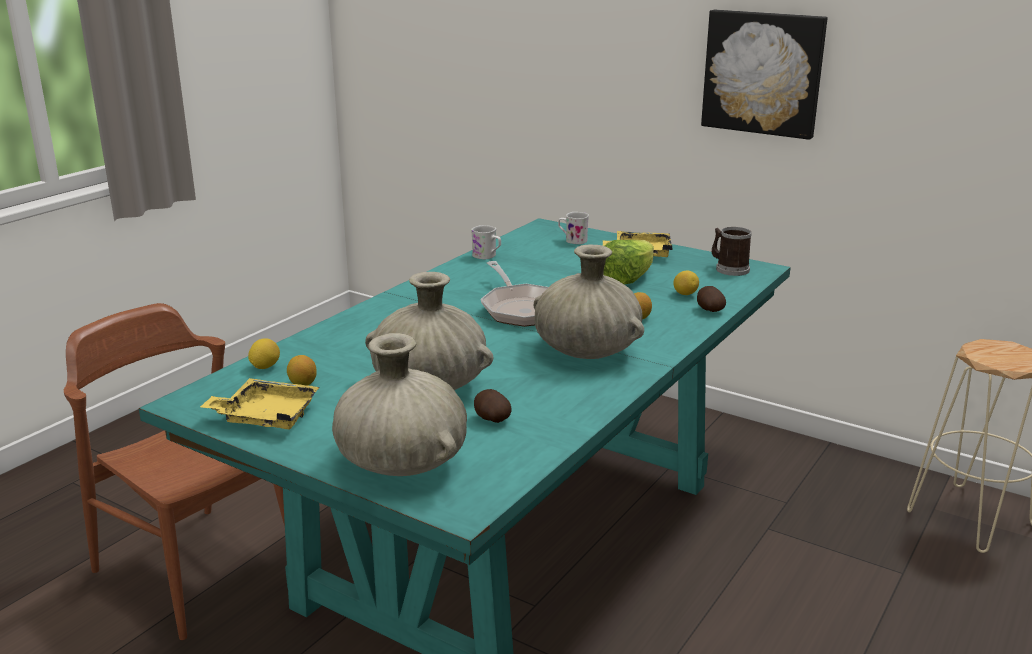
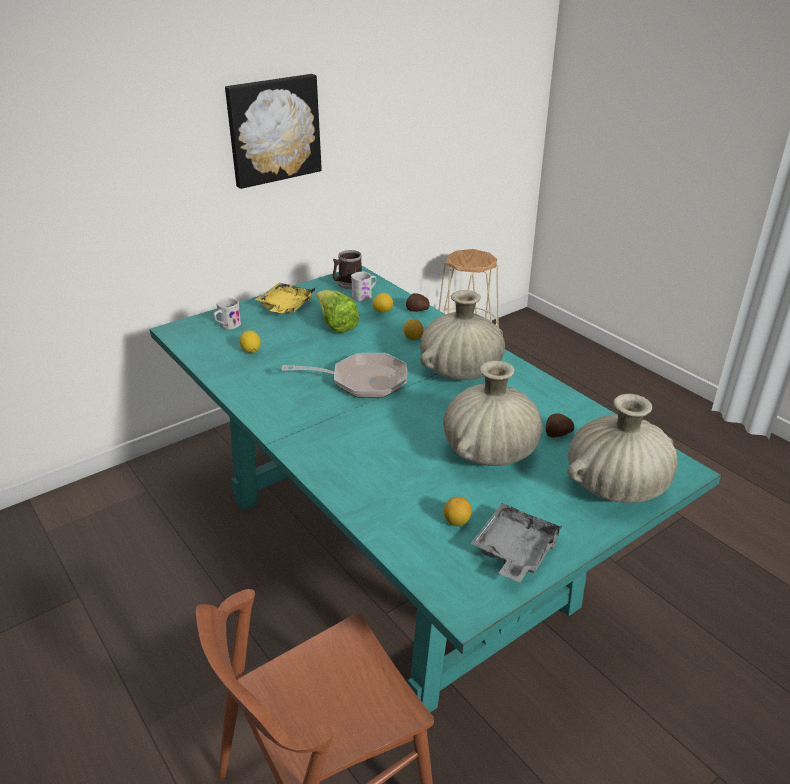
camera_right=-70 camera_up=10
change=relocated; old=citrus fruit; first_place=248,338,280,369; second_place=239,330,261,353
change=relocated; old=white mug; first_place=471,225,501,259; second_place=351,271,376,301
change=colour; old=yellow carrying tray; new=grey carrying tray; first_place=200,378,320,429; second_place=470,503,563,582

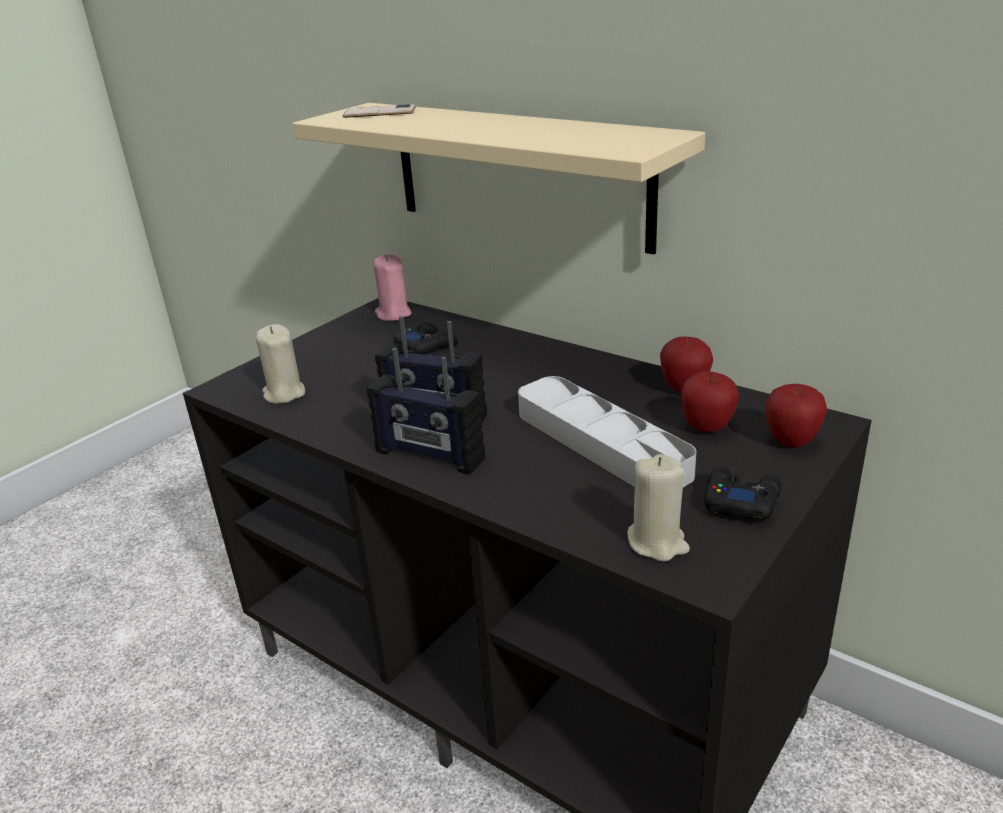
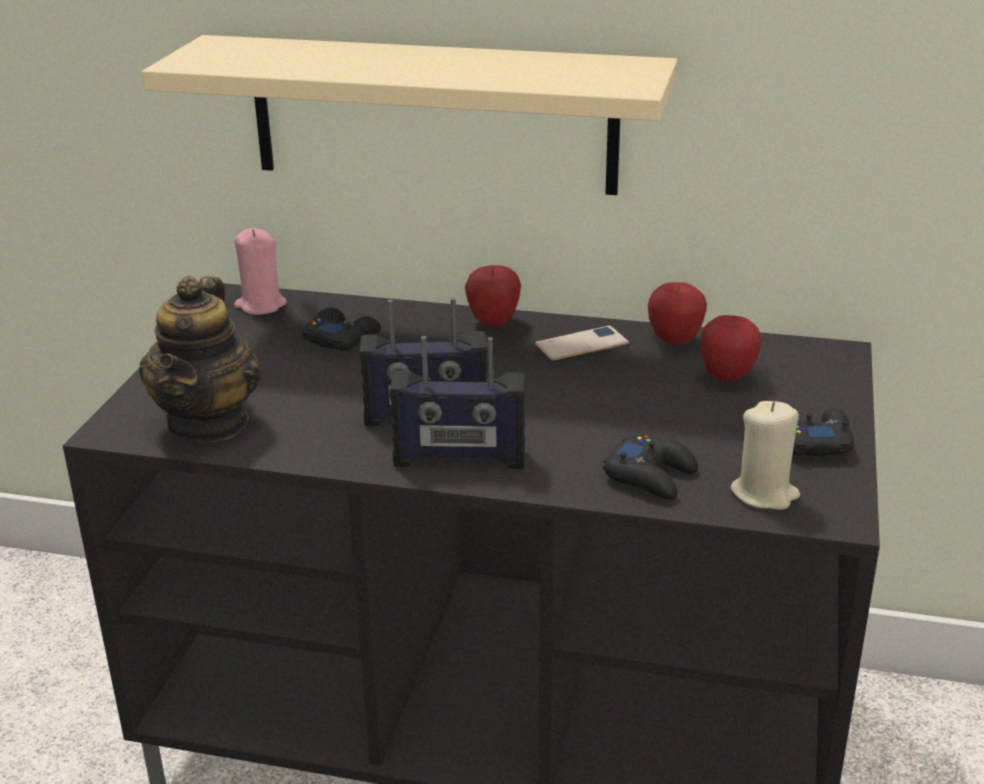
camera_right=-25 camera_up=0
change=exchanged; old=beige wax light; new=tea pot; first_place=256,324,305,404; second_place=139,276,261,442
change=relocated; old=whole apple; first_place=765,384,827,448; second_place=465,265,521,327
change=relocated; old=handset; first_place=343,104,416,118; second_place=535,326,629,361
change=appeared; new=black-coloured joypad; second_place=603,435,698,500
change=missing; old=grey carrying tray; first_place=518,376,696,487

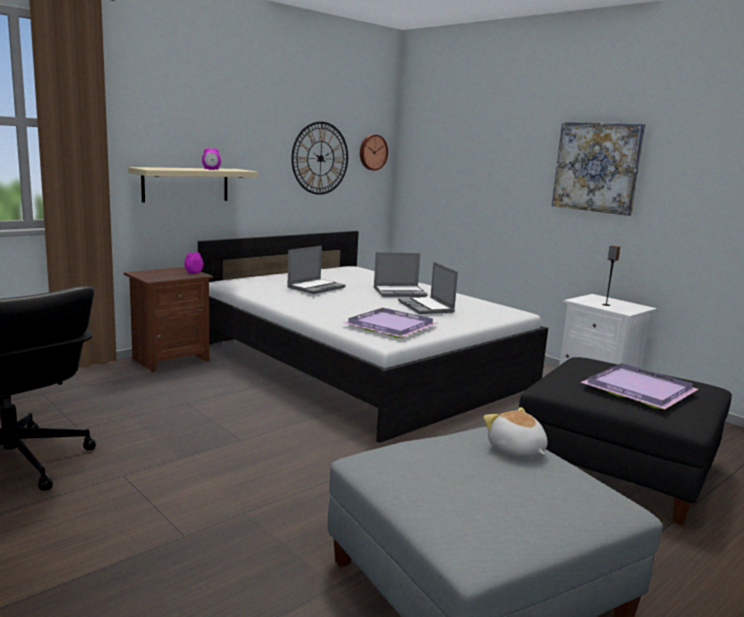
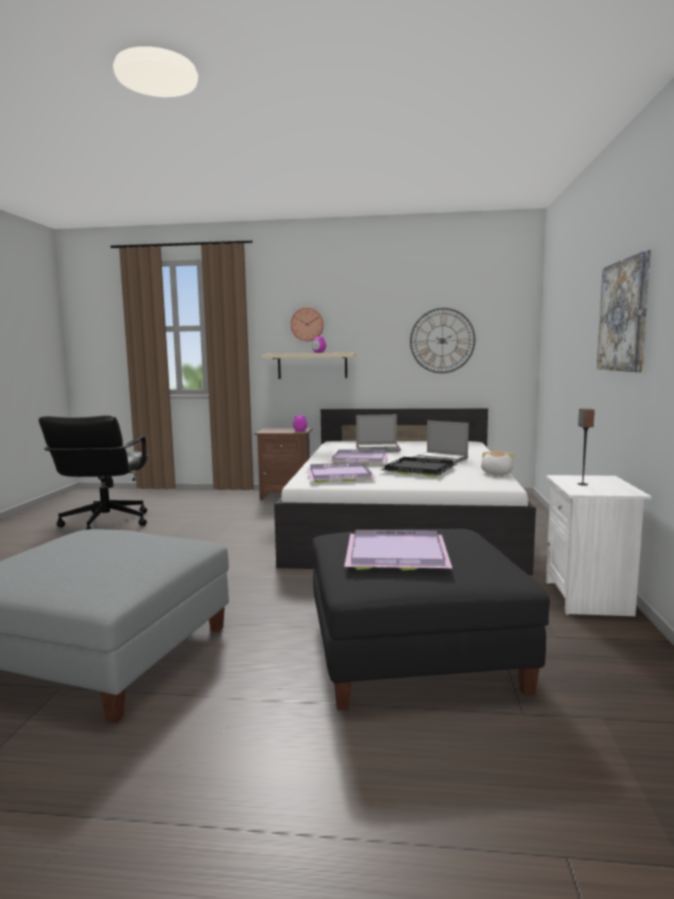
camera_right=50 camera_up=-5
change=relocated; old=clock on the wall; first_place=360,135,388,171; second_place=291,307,324,341
change=appeared; new=purple carrying tray; second_place=328,449,389,464
change=exchanged; old=notebook computer; new=black-coloured carrying tray; first_place=398,262,458,314; second_place=381,457,457,477
change=relocated; old=soft toy; first_place=483,407,548,458; second_place=481,451,514,475

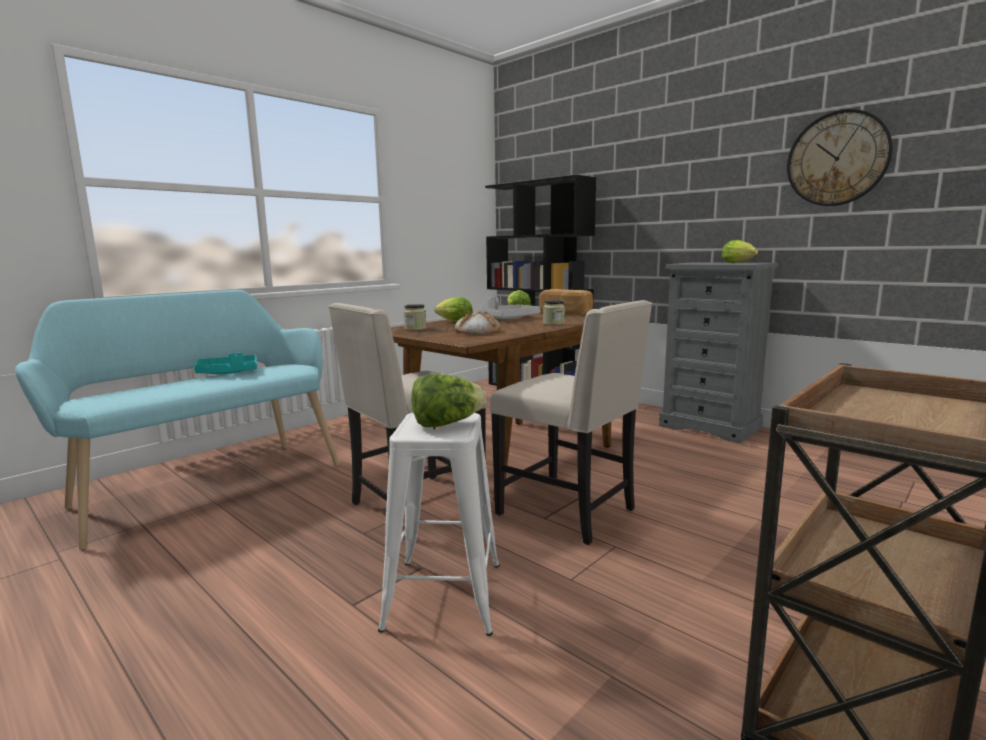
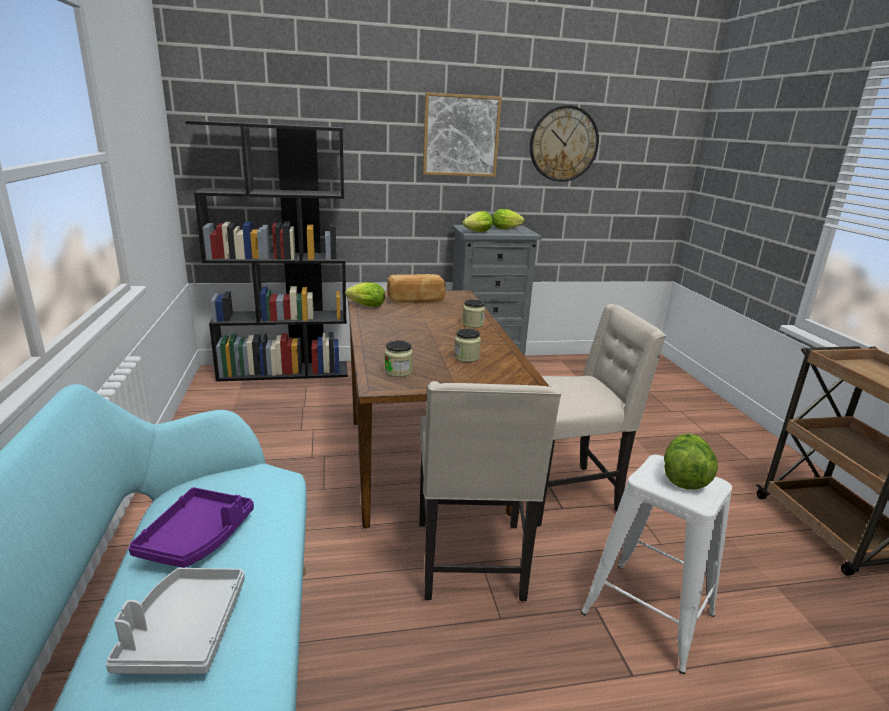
camera_right=-55 camera_up=10
change=relocated; old=grey carrying tray; first_place=479,297,540,319; second_place=106,568,245,674
change=colour; old=turquoise-coloured carrying tray; new=purple carrying tray; first_place=194,352,257,374; second_place=129,487,254,568
change=appeared; new=wall art; second_place=423,92,502,177
change=exchanged; old=bakery bread; new=jar; first_place=455,310,501,334; second_place=454,329,481,362
change=relocated; old=head of lettuce; first_place=434,297,473,322; second_place=462,211,493,232

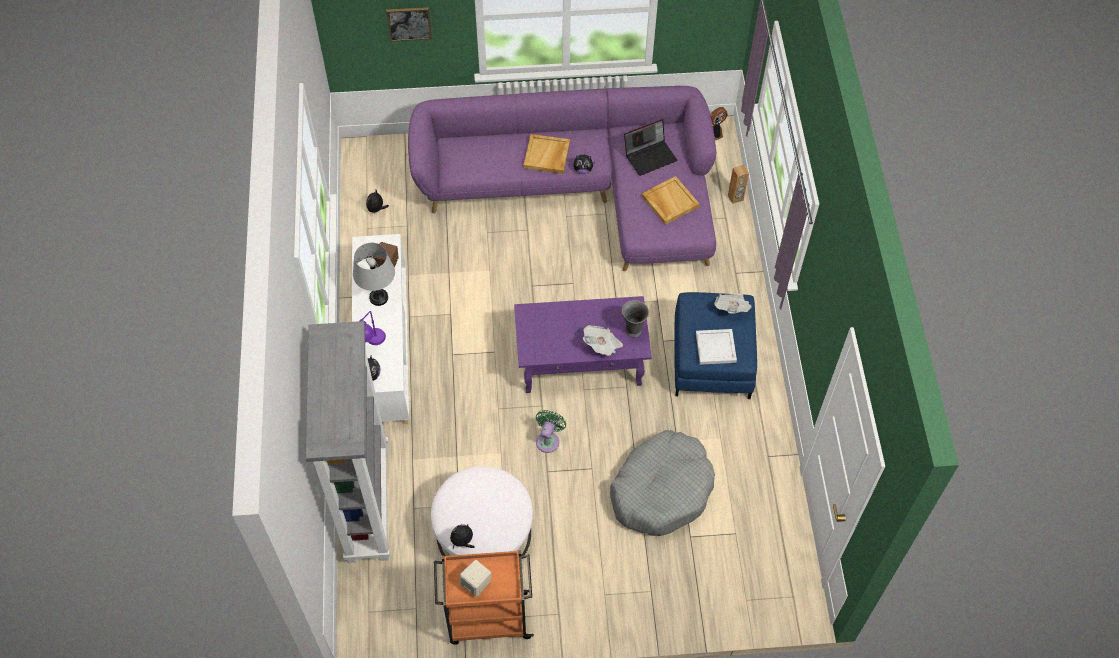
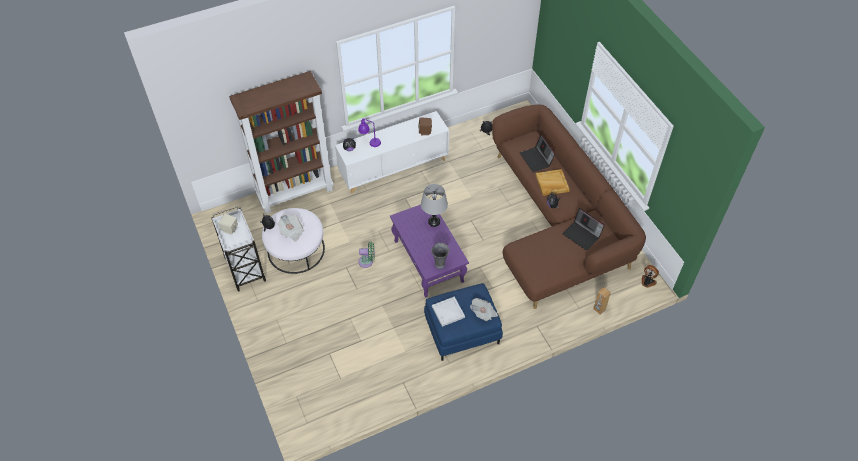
camera_right=70 camera_up=-5
change=colour; old=orangey cart; new=white cart; first_place=434,550,534,645; second_place=211,206,266,292
change=colour; old=grey bookshelf; new=brownish bookshelf; first_place=306,321,390,563; second_place=229,71,334,214
change=relocated; old=daily paper; first_place=583,325,623,356; second_place=277,214,305,241
change=relocated; old=grey tabletop lamp; first_place=353,243,395,306; second_place=421,184,448,227
change=colour; old=purple sofa; new=brownish sofa; first_place=408,86,716,271; second_place=492,104,646,309
change=appeared; new=notebook computer; second_place=520,134,555,172
change=missing; old=wall art; first_place=387,7,432,42
change=missing; old=grey dog cushion; first_place=610,430,715,536
change=missing; old=beige carrying tray; first_place=642,176,699,225

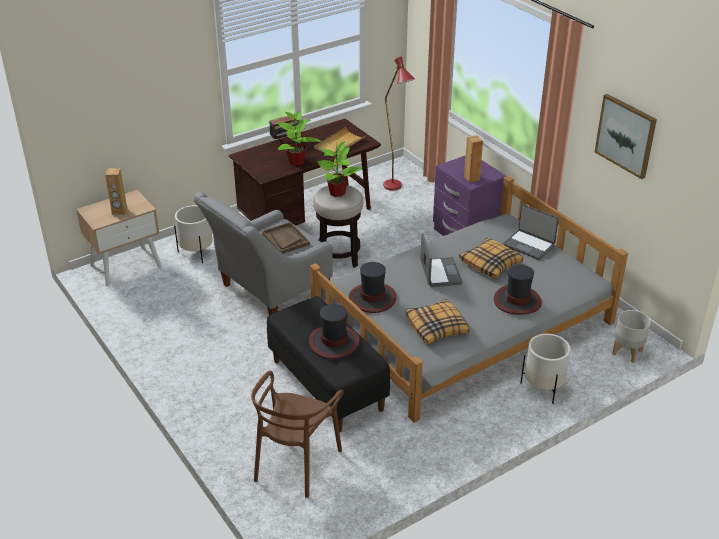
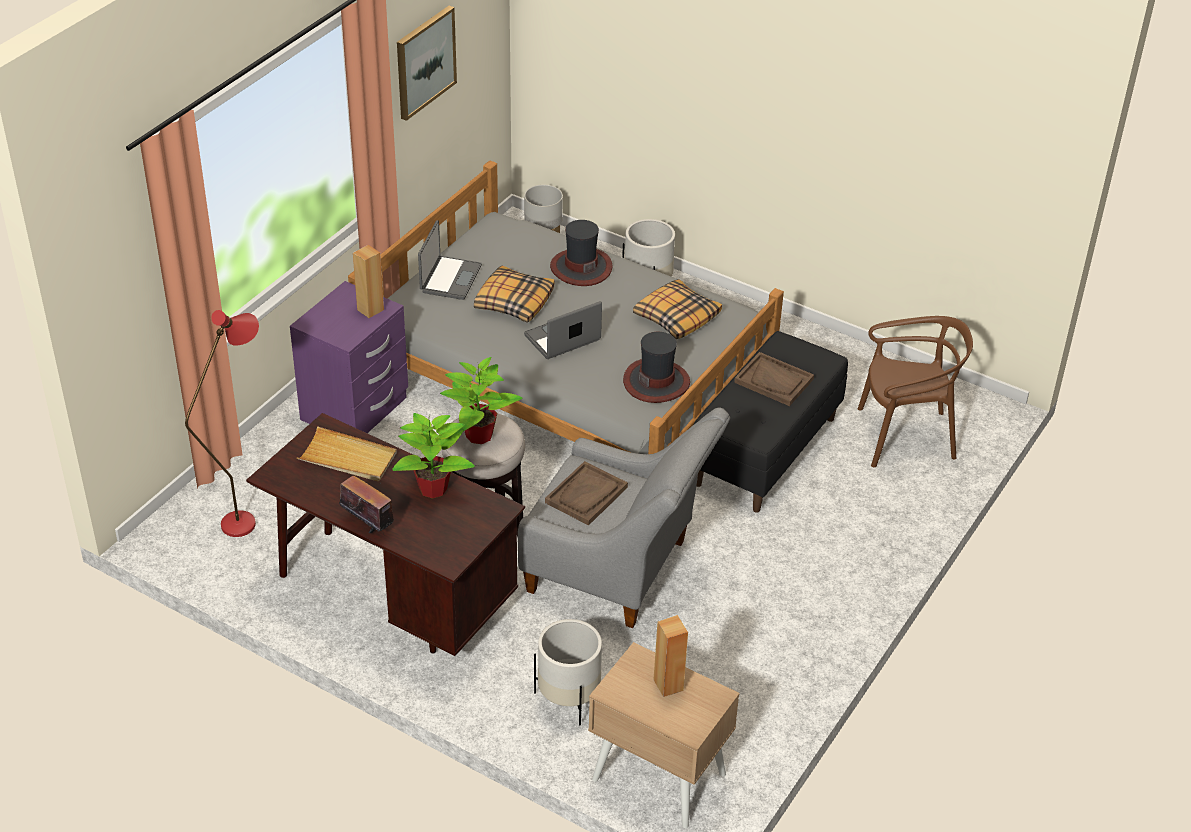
camera_right=-115 camera_up=5
change=exchanged; old=clothing hat; new=brownish carrying tray; first_place=309,304,360,359; second_place=734,352,814,406

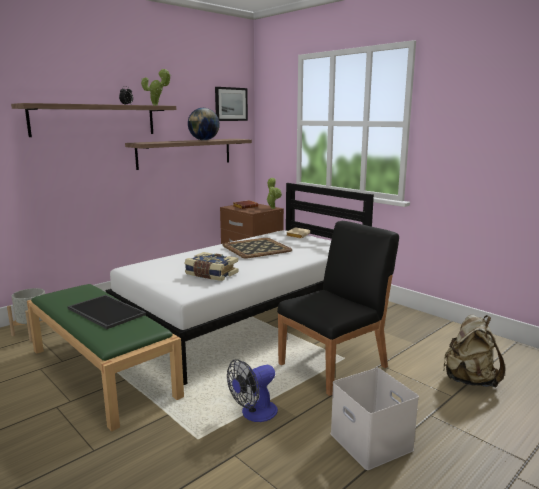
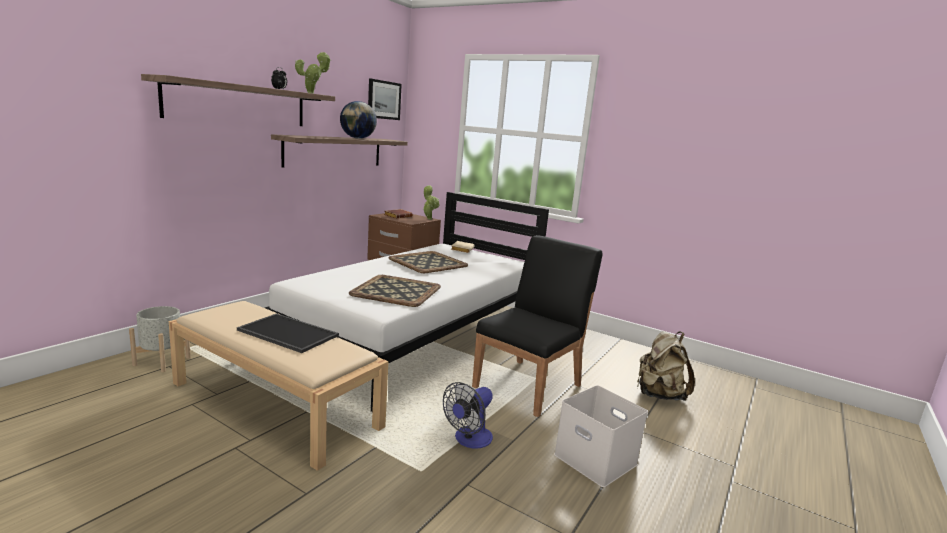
camera_right=-15 camera_up=0
change=colour; old=greenish long seat; new=beige long seat; first_place=27,284,184,432; second_place=169,301,389,471
change=exchanged; old=book; new=carrying tray; first_place=184,252,239,281; second_place=349,275,441,307

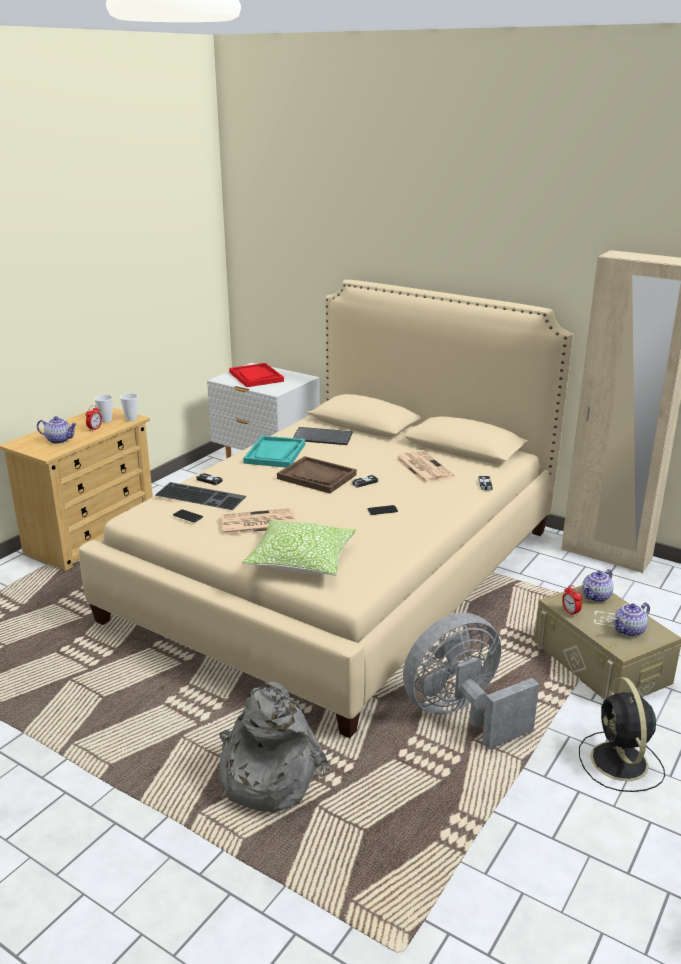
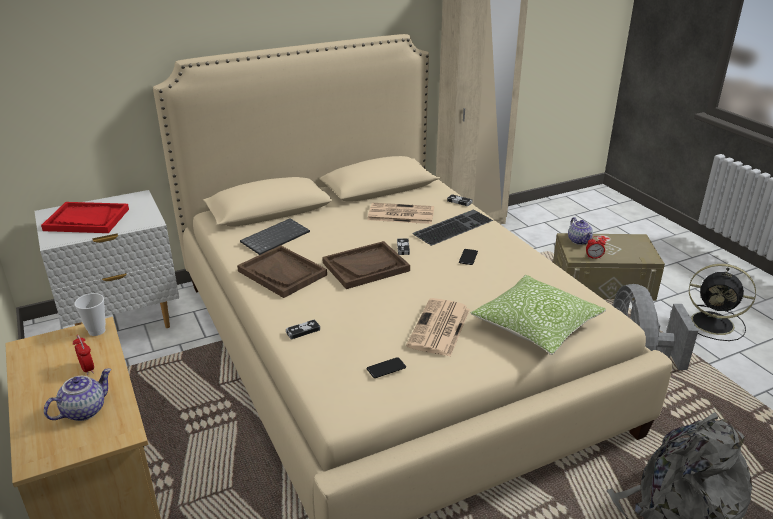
camera_right=-60 camera_up=5
change=colour; old=turquoise-coloured carrying tray; new=brownish carrying tray; first_place=243,435,305,468; second_place=237,245,327,298
change=relocated; old=keyboard; first_place=155,482,246,510; second_place=413,209,493,246
change=missing; old=drinking cup; first_place=94,395,113,423
change=missing; old=tea pot; first_place=613,603,650,637

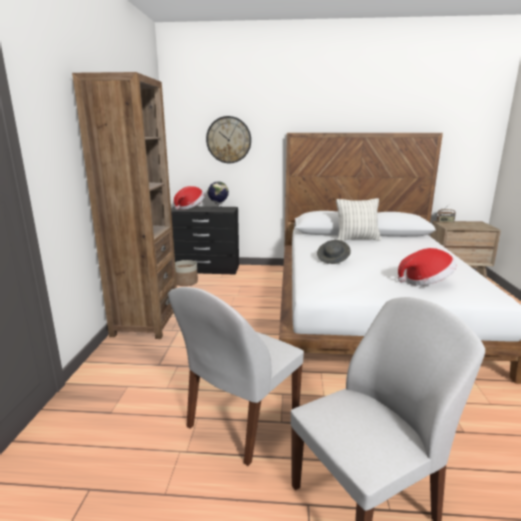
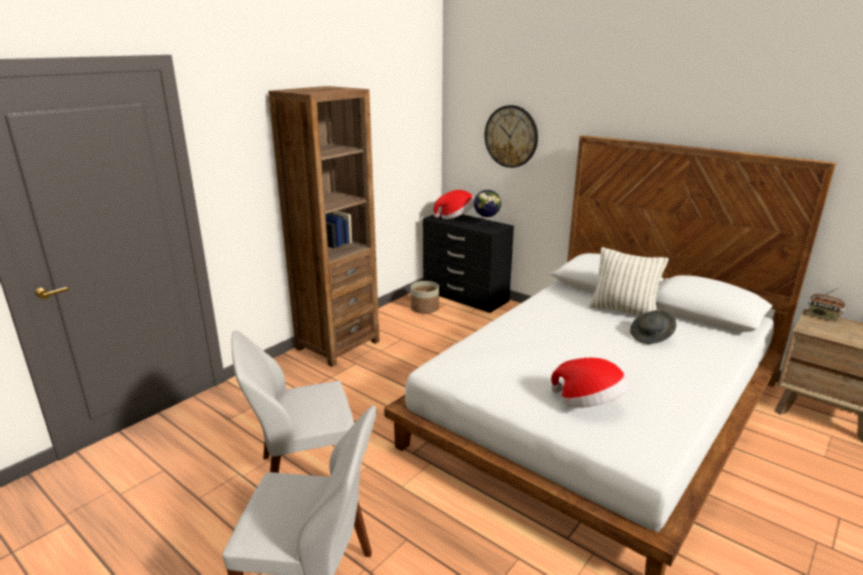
camera_right=35 camera_up=5
change=relocated; old=grey clothing hat; first_place=317,240,351,264; second_place=630,310,676,344

